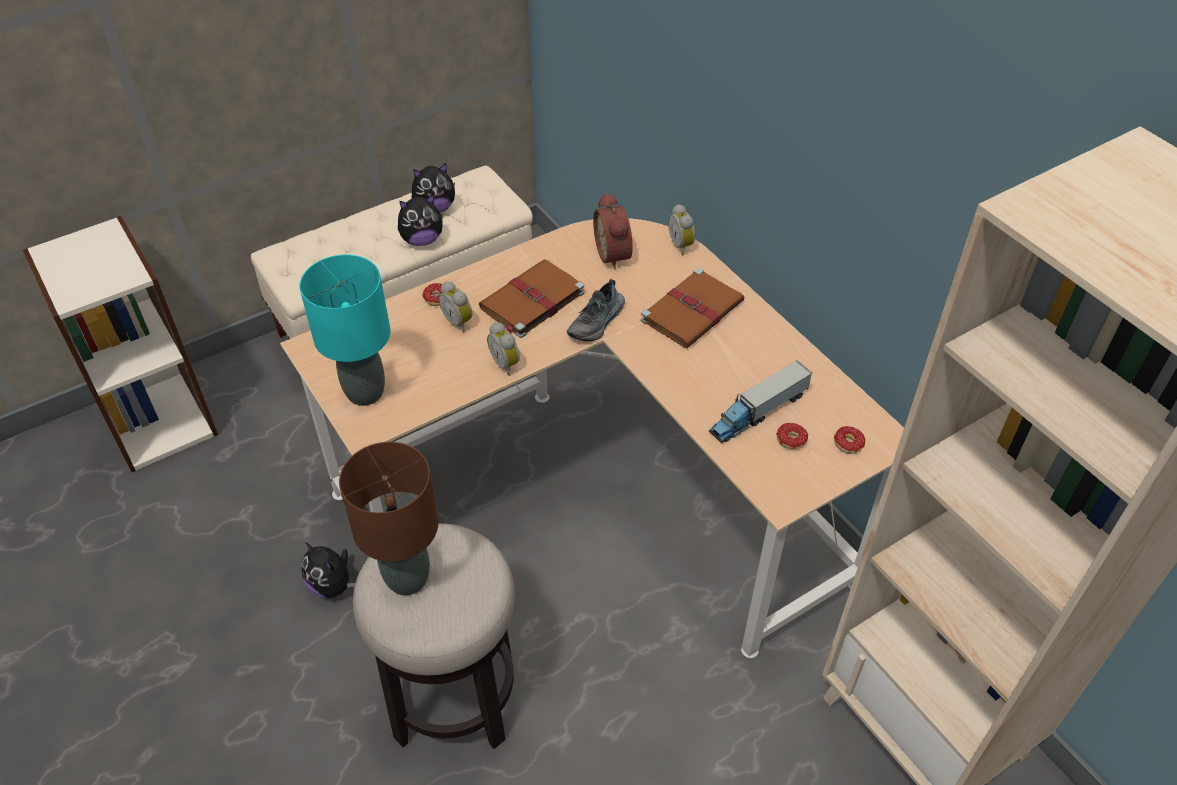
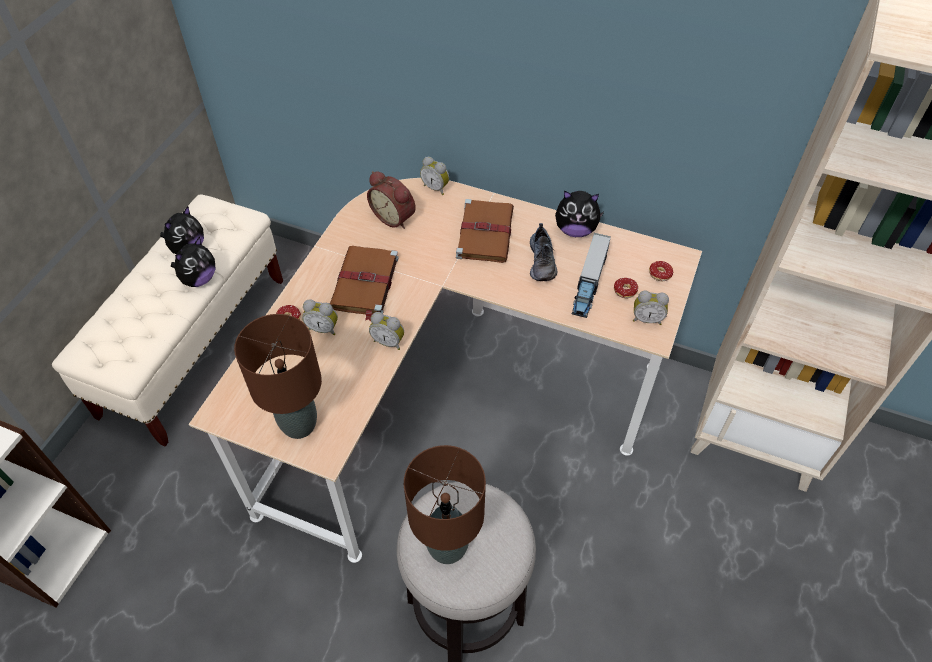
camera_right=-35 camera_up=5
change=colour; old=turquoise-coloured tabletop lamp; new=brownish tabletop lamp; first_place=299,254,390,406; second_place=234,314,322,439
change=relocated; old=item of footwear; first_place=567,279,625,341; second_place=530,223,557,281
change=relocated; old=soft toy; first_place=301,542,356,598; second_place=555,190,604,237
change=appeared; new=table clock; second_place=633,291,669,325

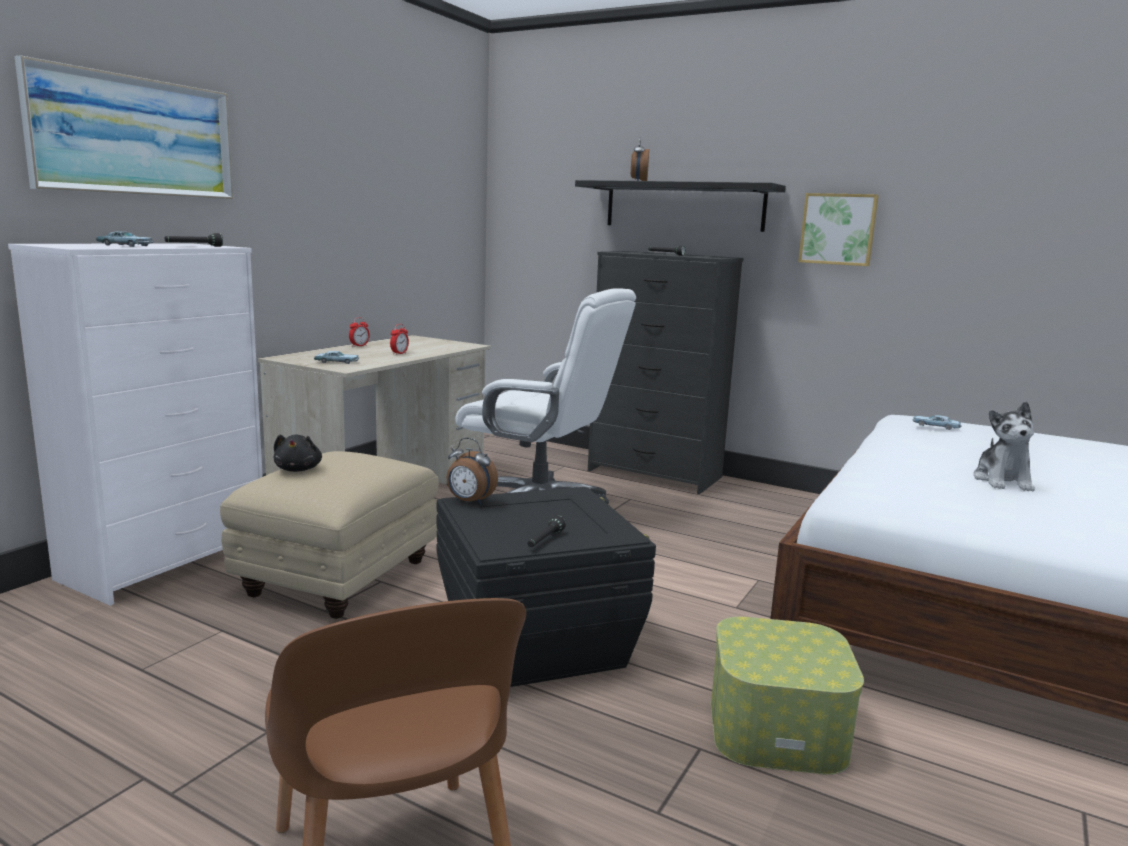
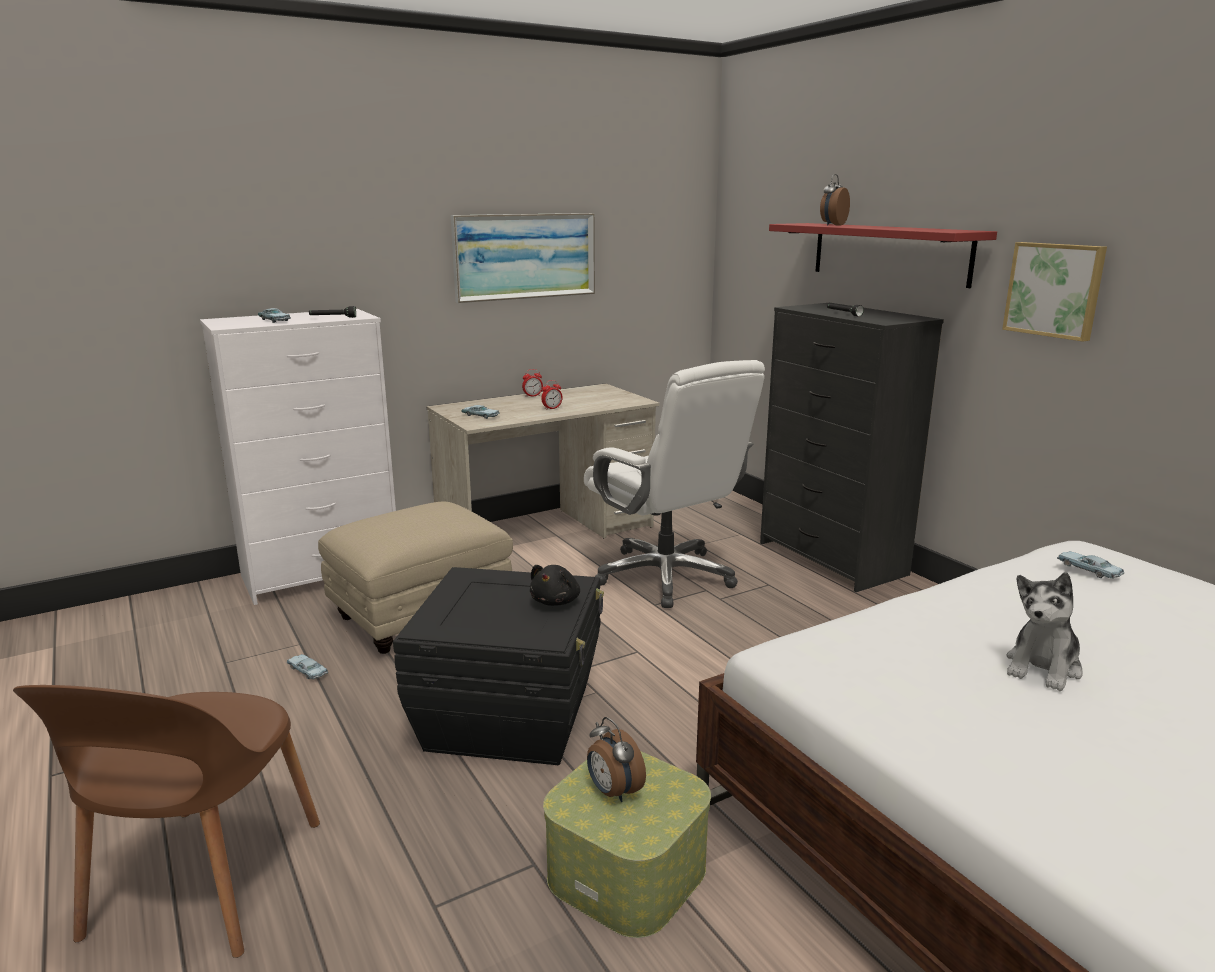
camera_right=30 camera_up=5
change=appeared; new=blue-coloured miniature car; second_place=286,654,328,680
change=relocated; old=wall art; first_place=14,55,233,199; second_place=451,213,595,303
change=relocated; old=black-coloured soft toy; first_place=274,434,322,472; second_place=530,565,580,606
change=relocated; old=table clock; first_place=447,438,498,505; second_place=587,717,646,802
change=colour; old=black-coloured wall shelf; new=red-coloured wall shelf; first_place=575,180,786,232; second_place=769,223,997,288
change=missing; old=black-coloured flashlight; first_place=528,515,566,547

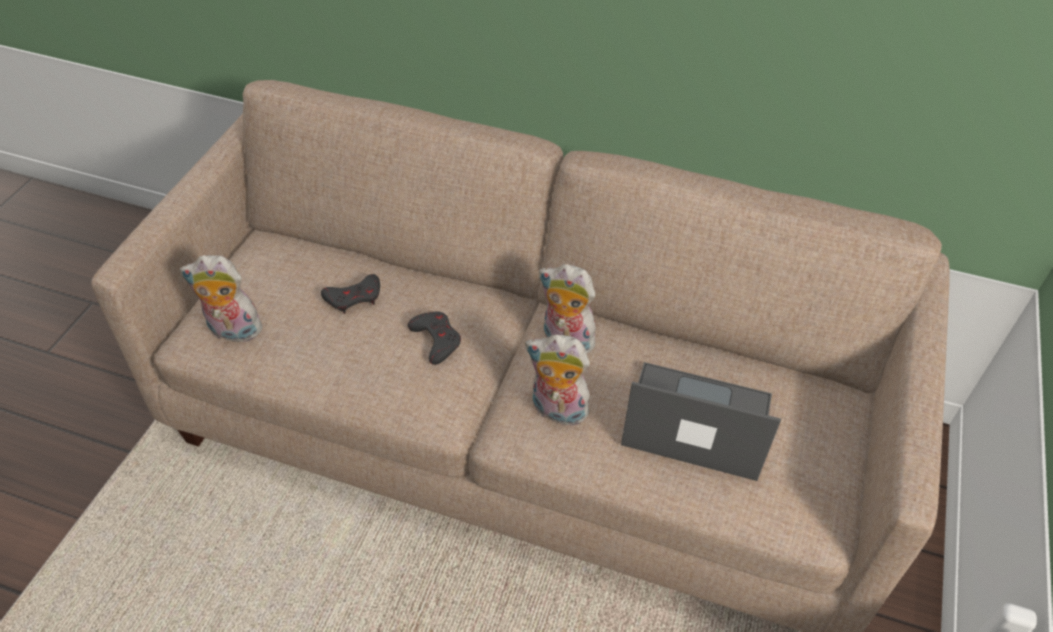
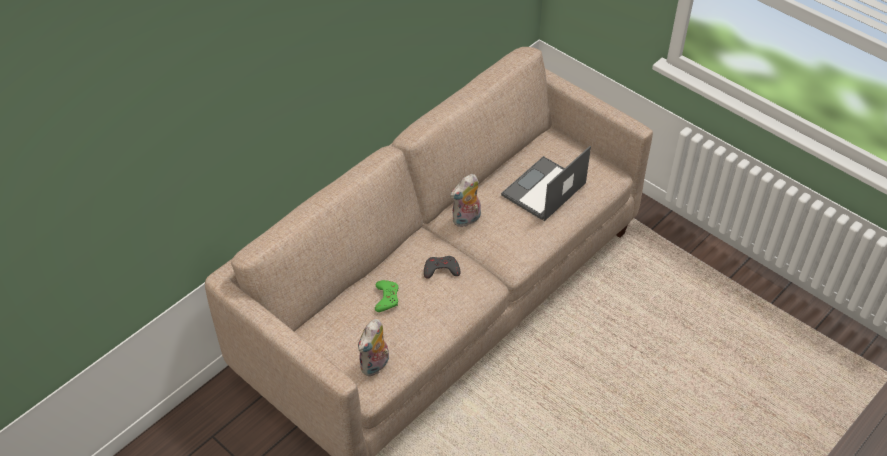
camera_right=-65 camera_up=0
change=colour; old=grey joypad; new=greenish joypad; first_place=321,274,380,314; second_place=375,280,399,312
change=missing; old=soft toy; first_place=525,334,592,425

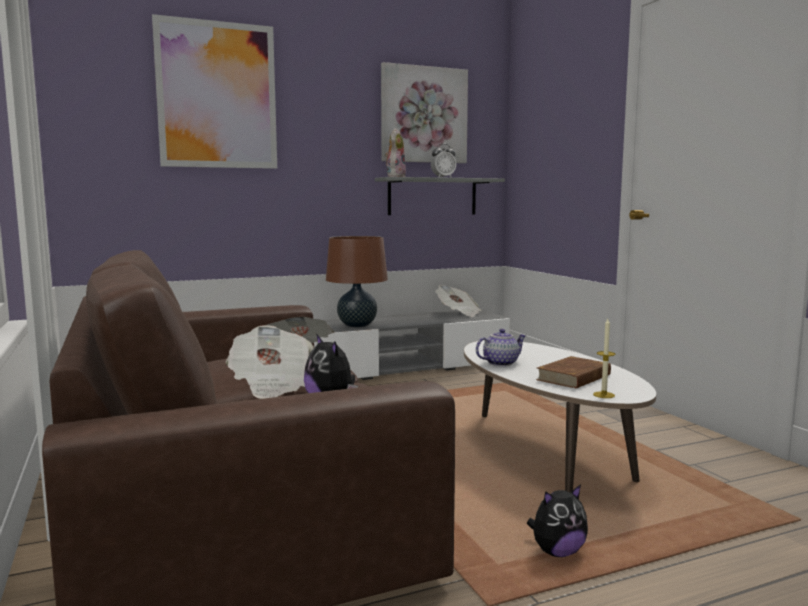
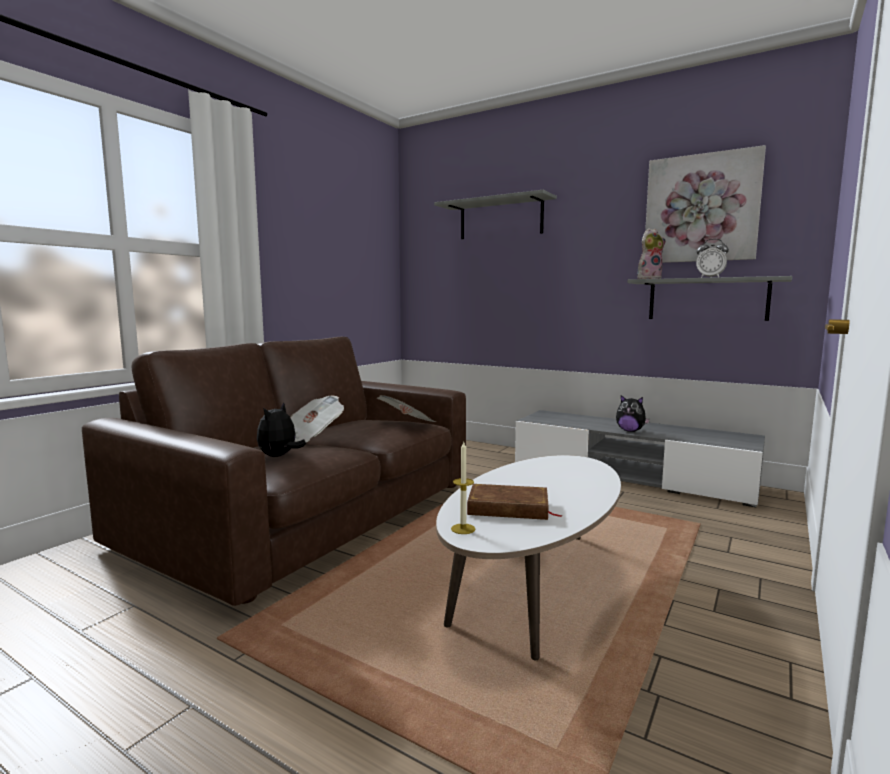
camera_right=55 camera_up=0
change=exchanged; old=wall art; new=grey wall shelf; first_place=152,14,277,169; second_place=434,190,557,239
change=relocated; old=soft toy; first_place=527,484,588,557; second_place=616,395,650,432
change=missing; old=brownish tabletop lamp; first_place=326,236,388,327
change=missing; old=daily paper; first_place=435,285,481,317
change=missing; old=tea pot; first_place=476,329,526,366

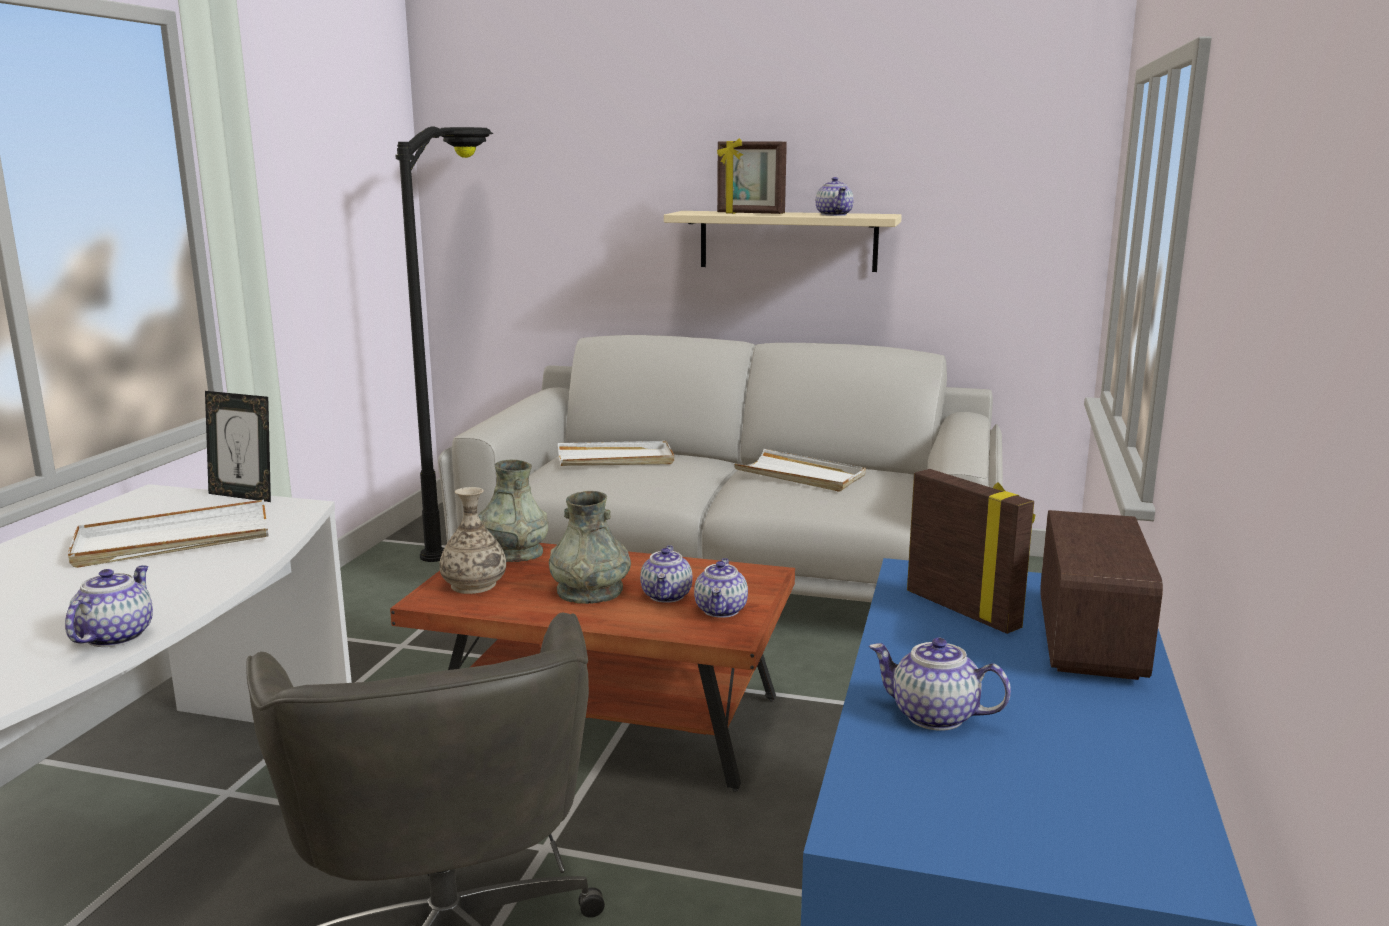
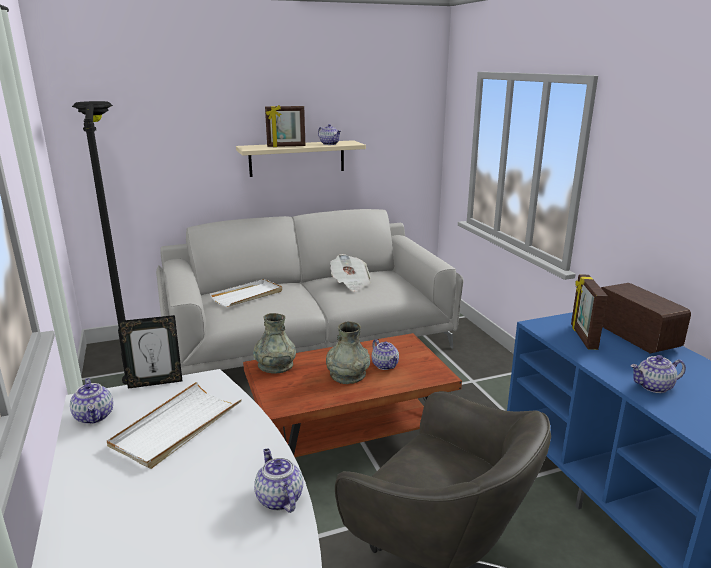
camera_right=-35 camera_up=5
change=relocated; old=tea pot; first_place=694,558,748,618; second_place=70,378,113,424
change=exchanged; old=white carrying tray; new=daily paper; first_place=734,449,866,492; second_place=330,254,371,292
change=spun; old=picture frame; first_place=907,469,1035,634; second_place=571,274,608,350; degrees=-105
change=missing; old=vase; first_place=439,487,506,594

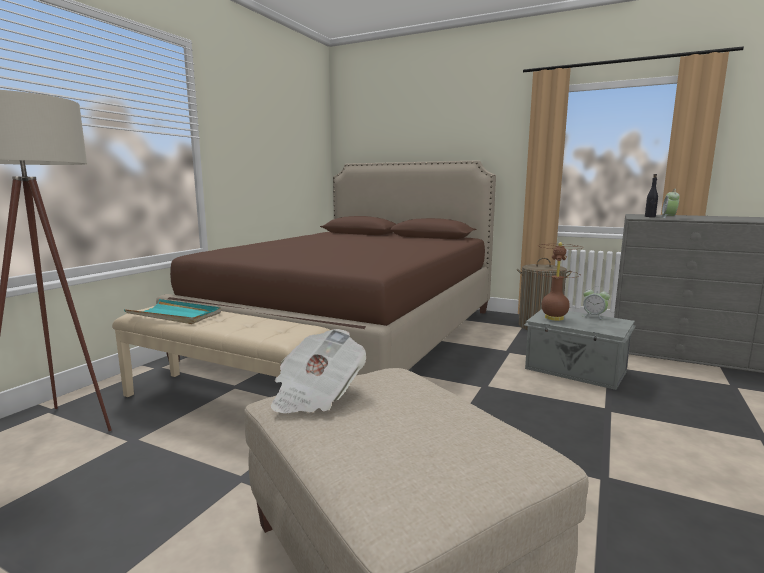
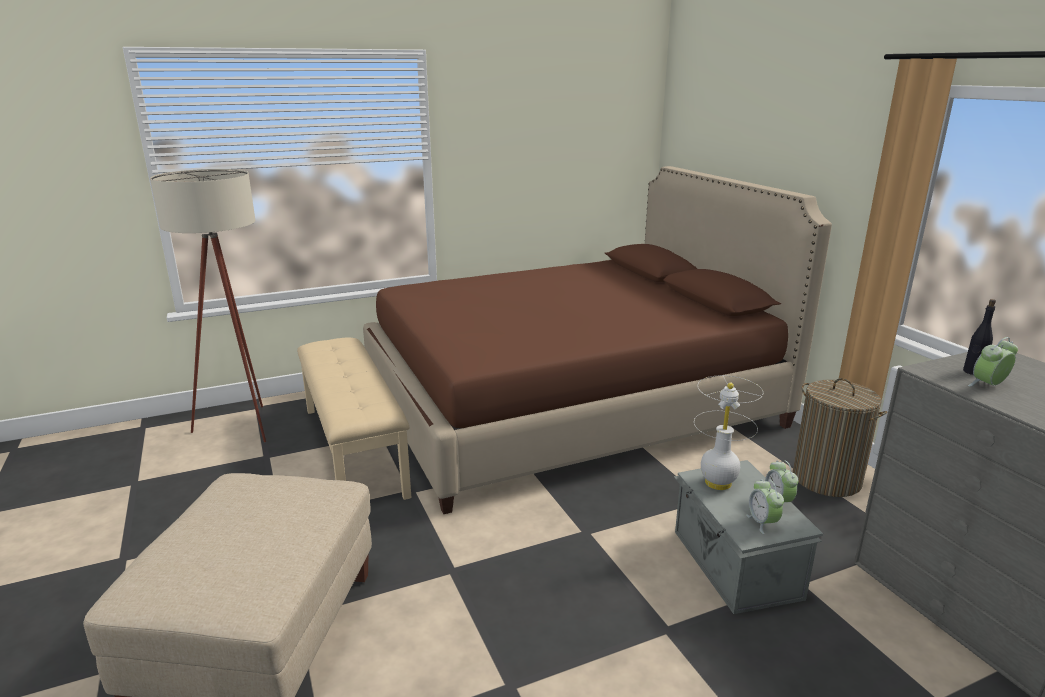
camera_right=40 camera_up=10
change=colour; old=brownish tabletop lamp; new=white tabletop lamp; first_place=536,242,582,321; second_place=694,375,763,490
change=appeared; new=table clock; second_place=746,479,784,534
change=missing; old=turquoise-coloured carrying tray; first_place=124,299,221,324
change=missing; old=daily paper; first_place=271,329,366,413

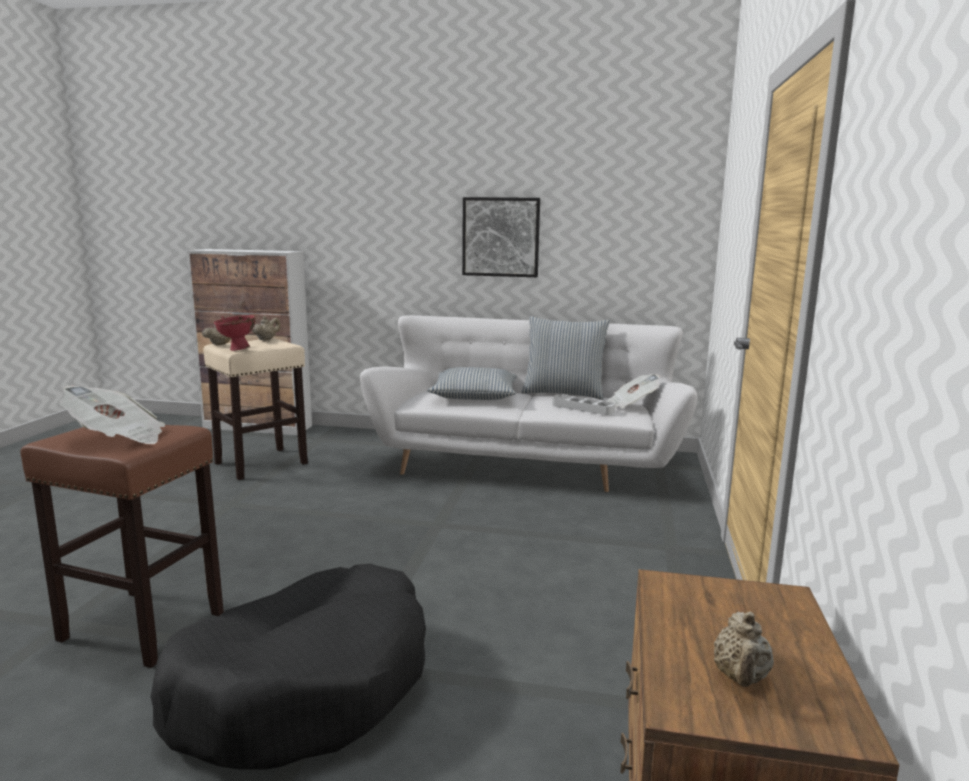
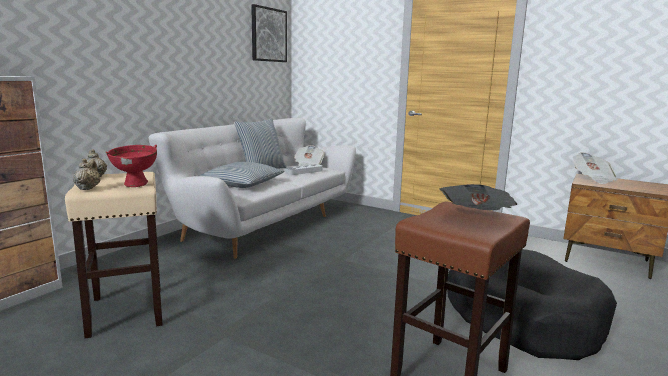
camera_right=-70 camera_up=0
change=relocated; old=wall art; first_place=462,197,540,277; second_place=251,4,287,62
change=appeared; new=daily paper; second_place=573,152,618,184
change=missing; old=beige tea pot; first_place=714,612,774,687

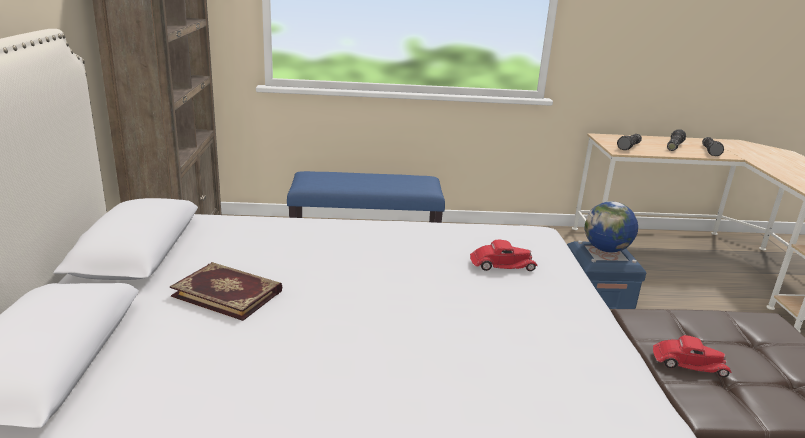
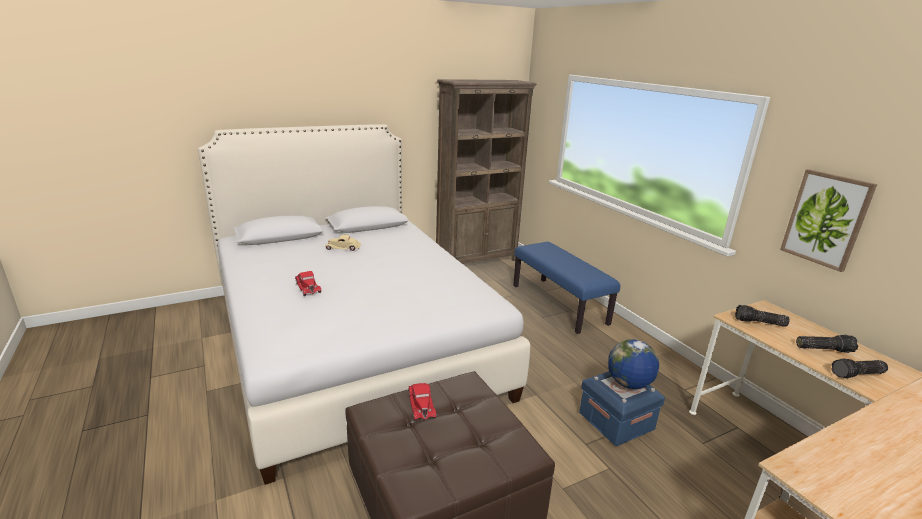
camera_right=65 camera_up=0
change=relocated; old=red-coloured miniature car; first_place=470,240,537,271; second_place=295,271,322,296
change=exchanged; old=book; new=beige miniature car; first_place=170,262,282,321; second_place=325,235,361,251
change=appeared; new=wall art; second_place=780,169,877,272

